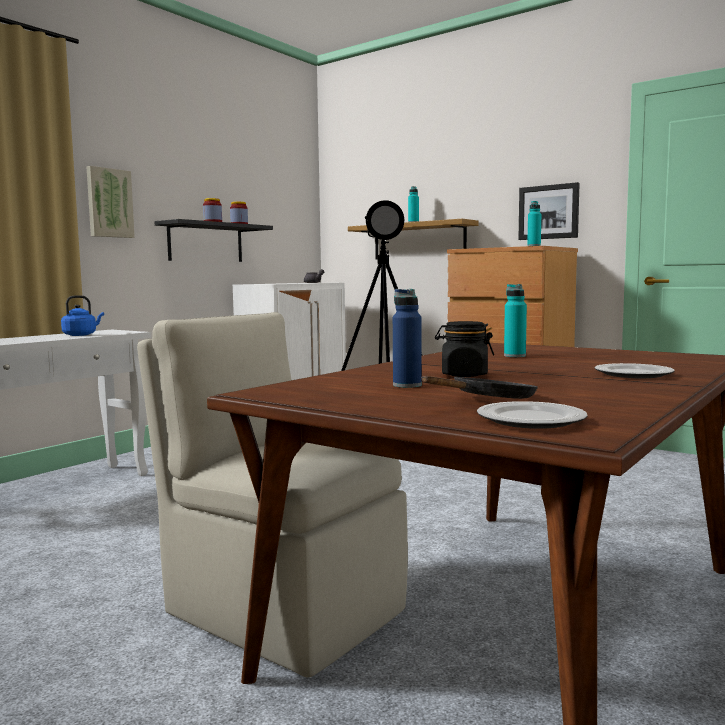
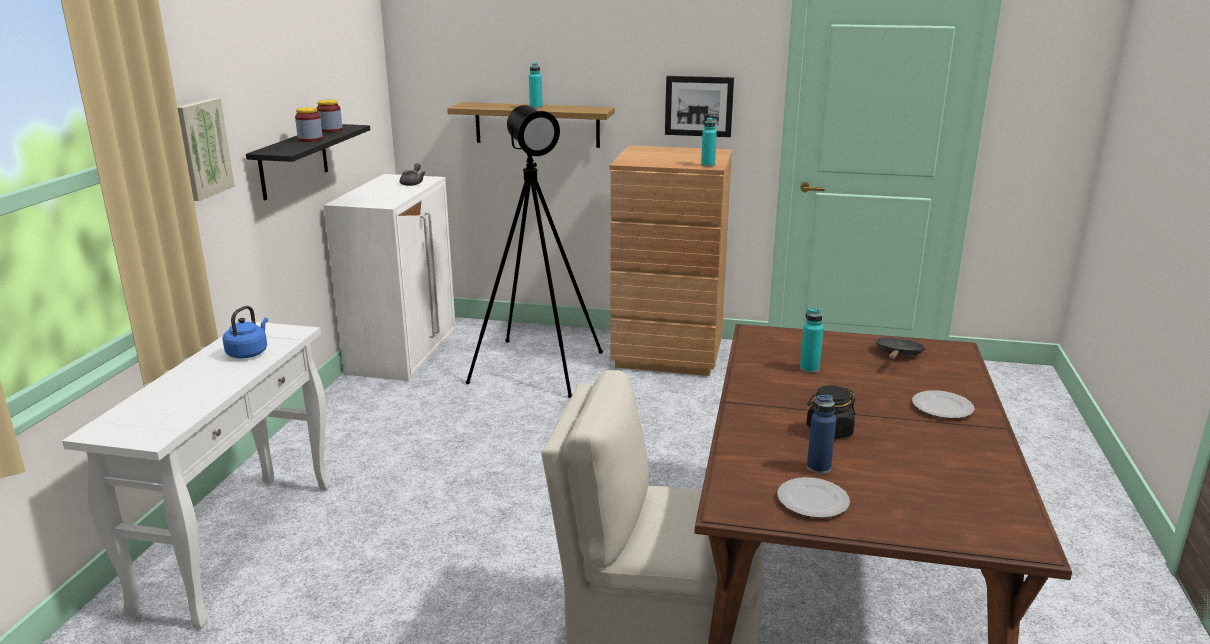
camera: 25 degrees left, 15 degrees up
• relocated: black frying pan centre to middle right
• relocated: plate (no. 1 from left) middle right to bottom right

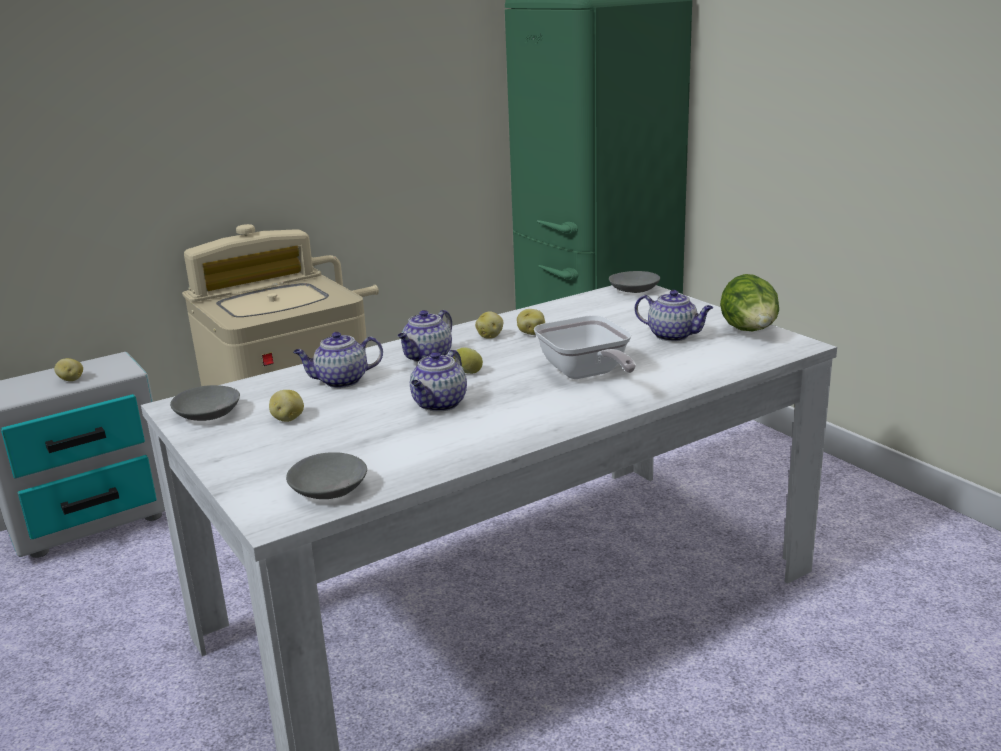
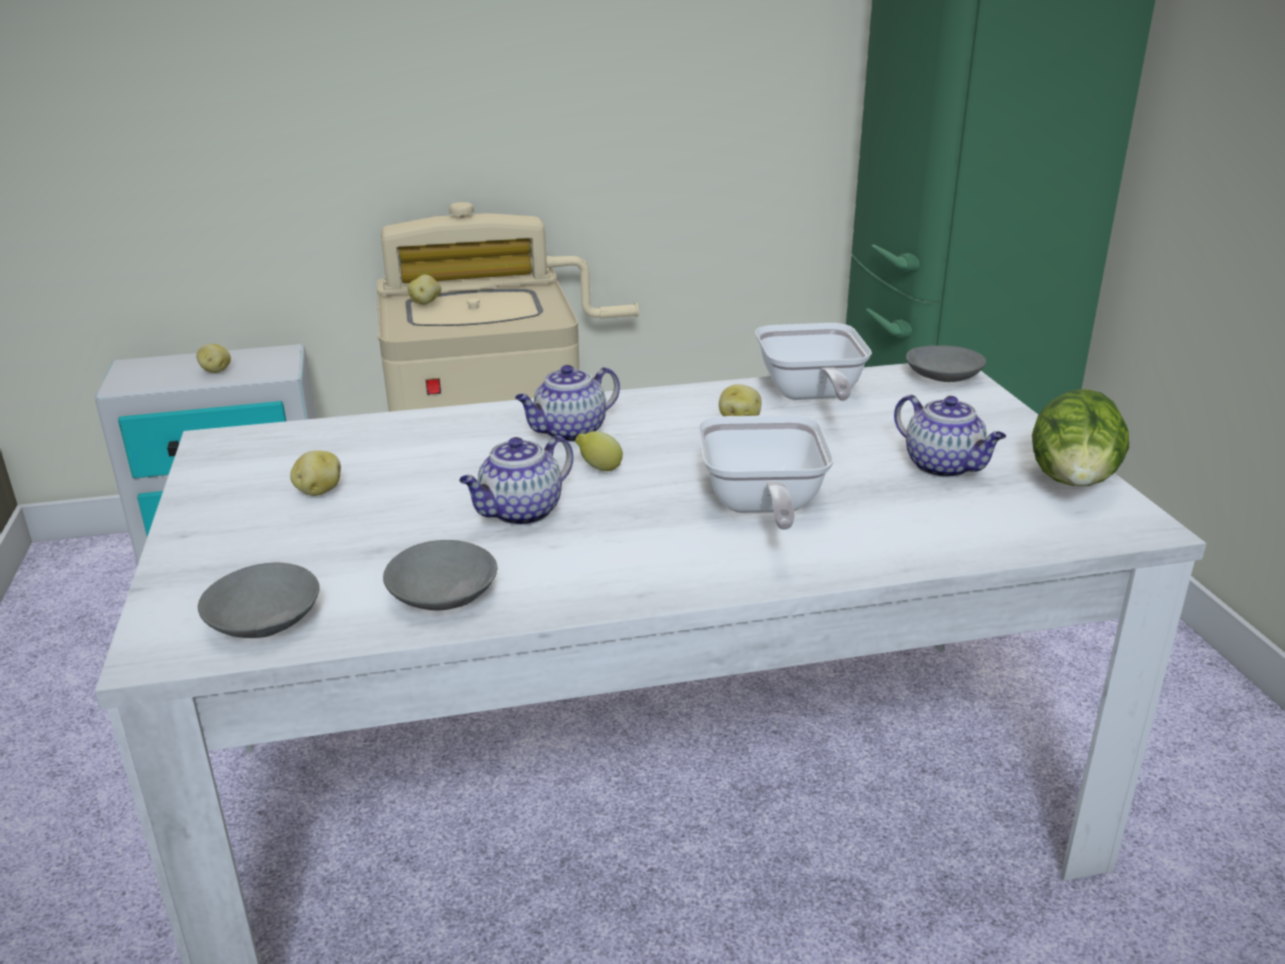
camera: 20 degrees right, 5 degrees up
• relocated: grey bowl (no. 1 from left in the first image) middle left to grey bowl (no. 2 from left) centre
• missing: teapot (no. 1 from left) centre
• relocated: potato (no. 3 from left) centre to top left
• appeared: frying pan (no. 2 from left) centre

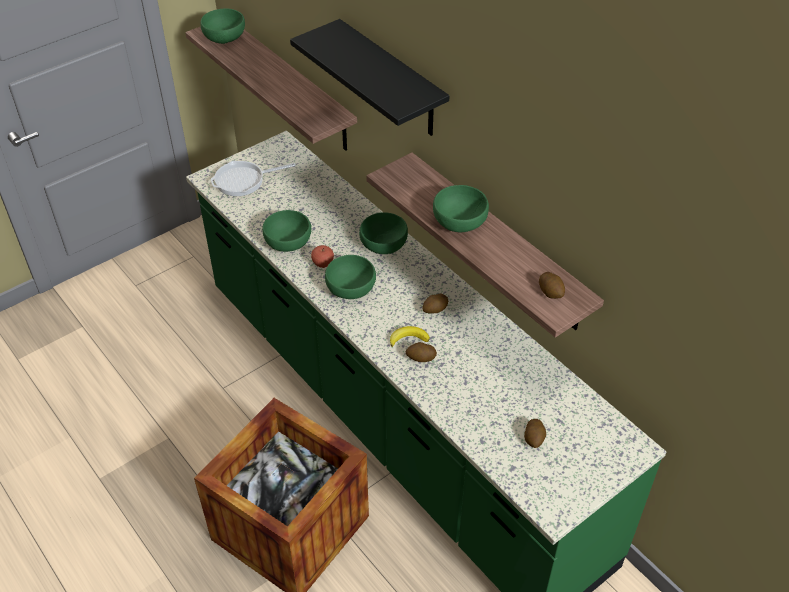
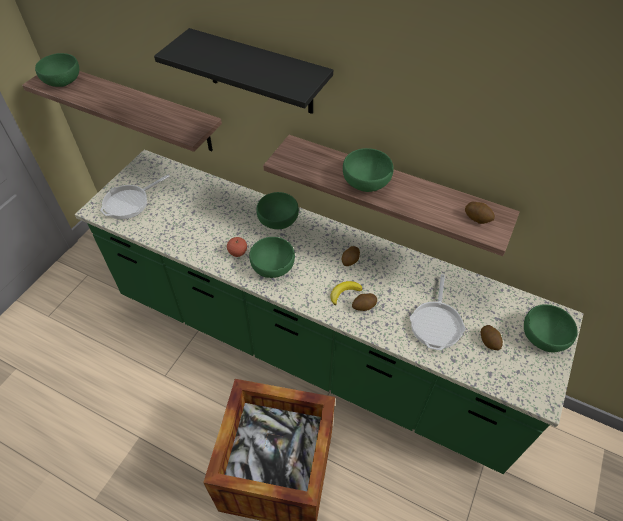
camera: 25 degrees left, 5 degrees up
• relocated: green bowl (no. 2 from left in the first image) centre to green bowl (no. 5 from left) middle right
• appeared: frying pan (no. 2 from left) middle right

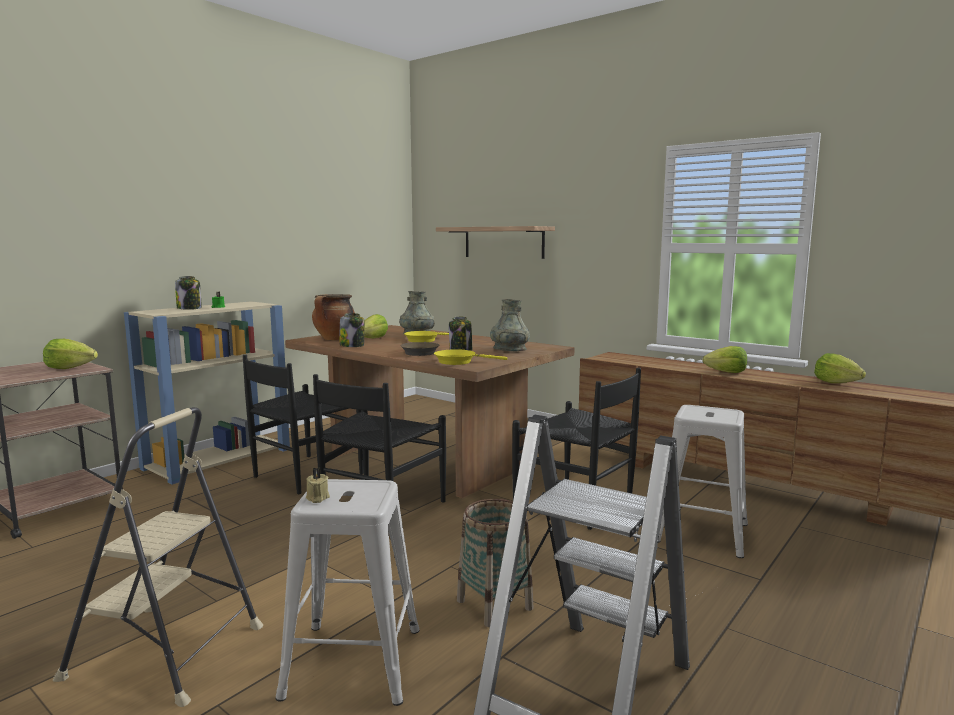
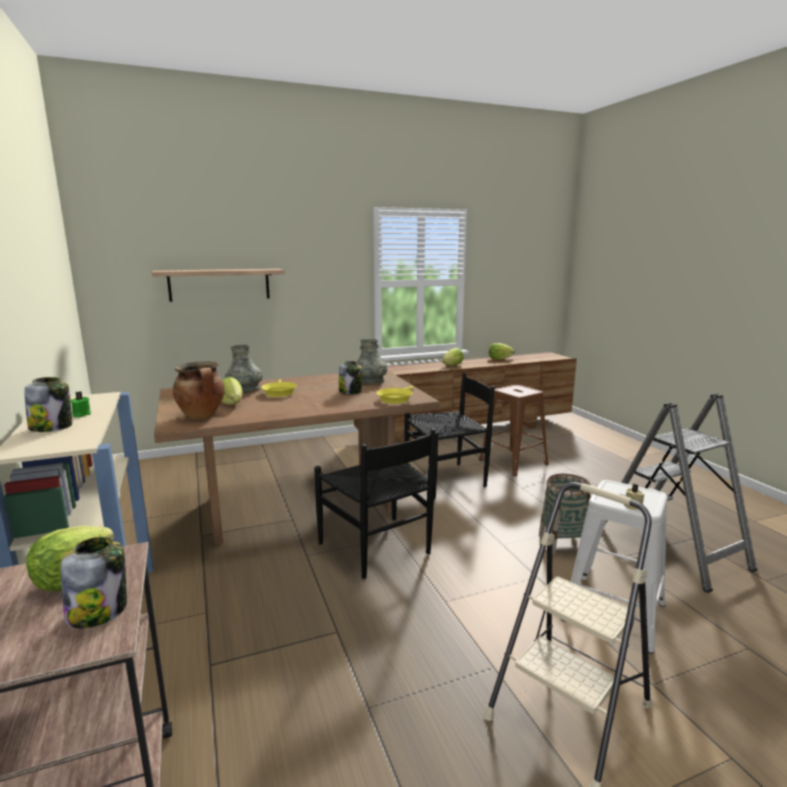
camera: 60 degrees left, 5 degrees up
• missing: black chair (no. 1 from left) middle left
• relocated: jar (no. 2 from left) centre to bottom left
• missing: brown frying pan centre
• colour: white stool (no. 2 from left) bottom right to brown stool centre

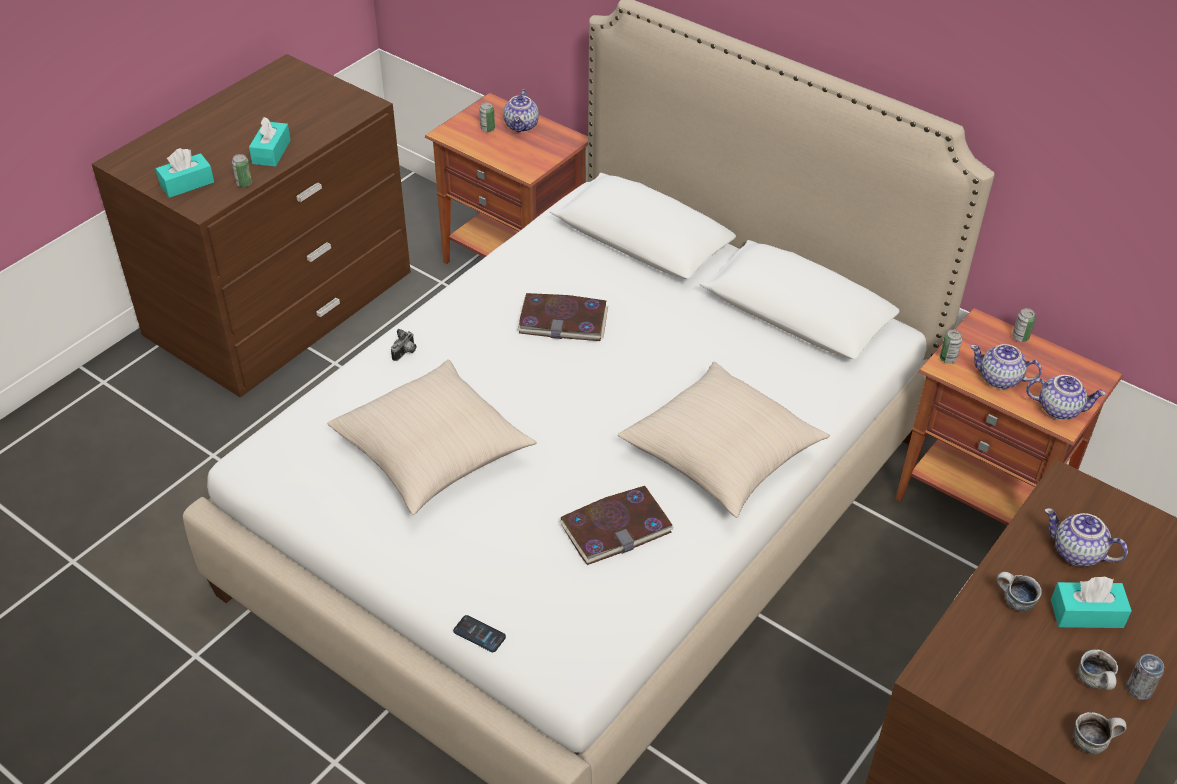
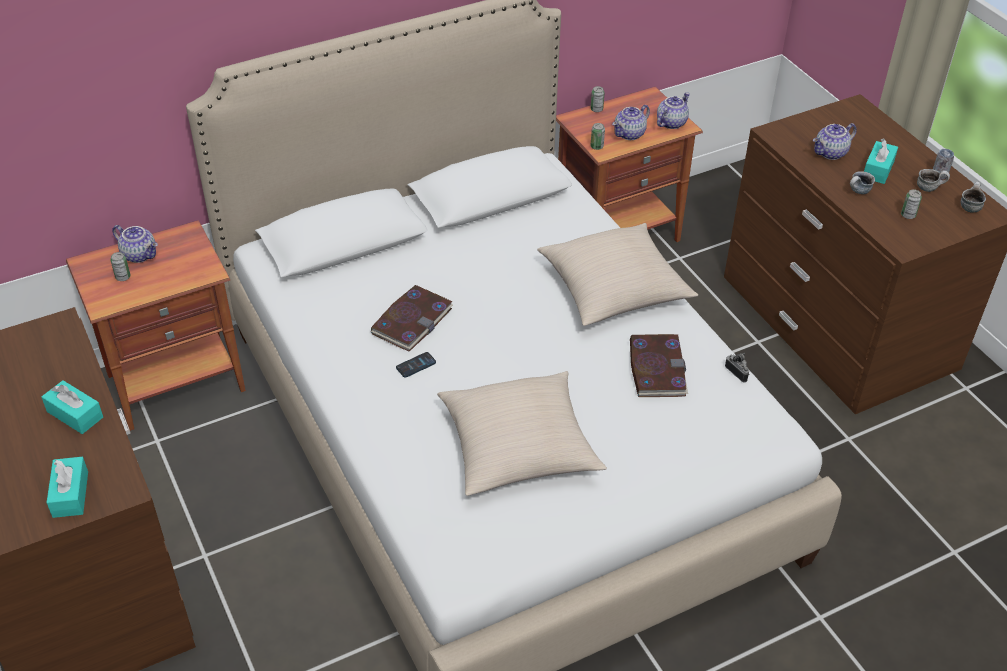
camera: 65 degrees left, 0 degrees up
• relocated: can (no. 1 from left in the first image) top left to can (no. 4 from left) top right
• relocated: photo camera centre to middle right
• relocated: phone bottom centre to centre

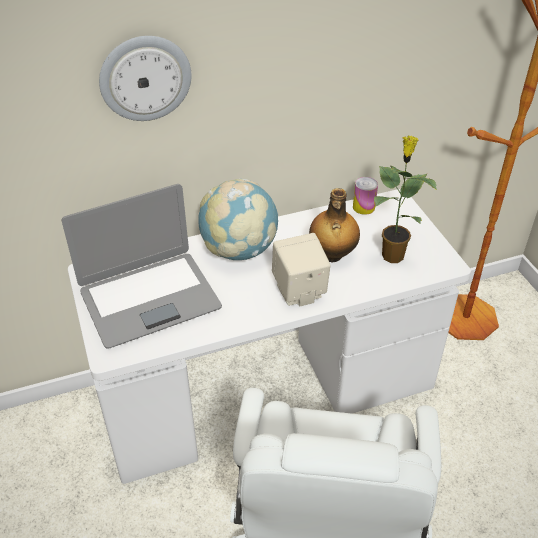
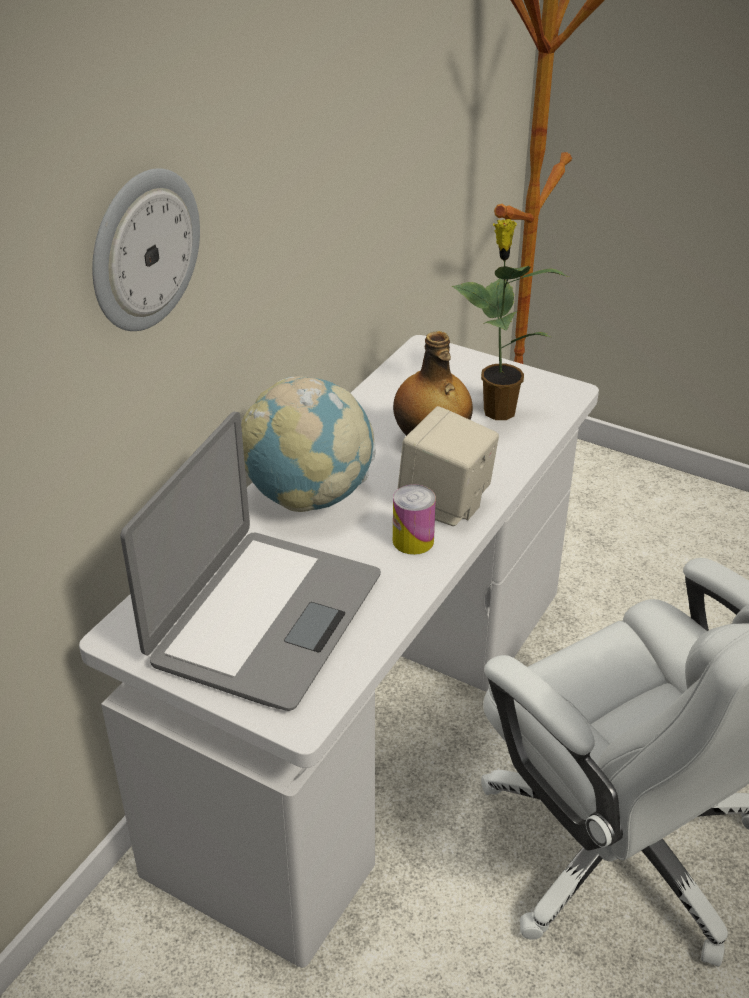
camera: 40 degrees left, 5 degrees down
• relocated: can middle right to centre

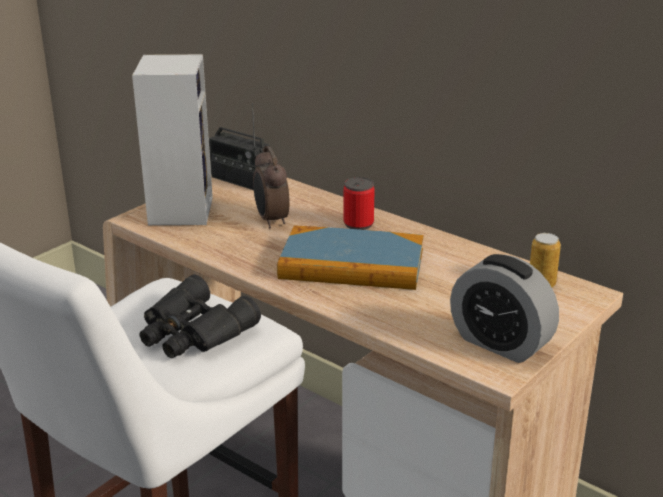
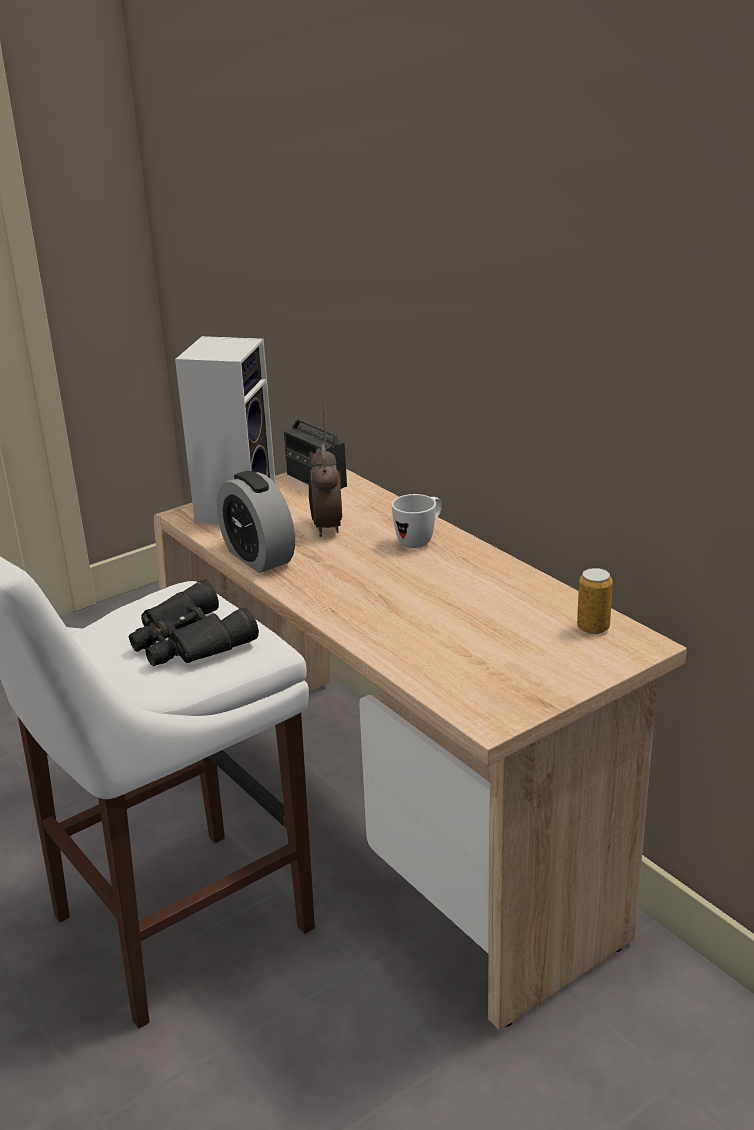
camera: 15 degrees right, 0 degrees up
• missing: book centre
• exchanged: can (no. 1 from left) centre to white mug centre
• relocated: alarm clock (no. 2 from left in the first image) middle right to alarm clock (no. 1 from left) centre

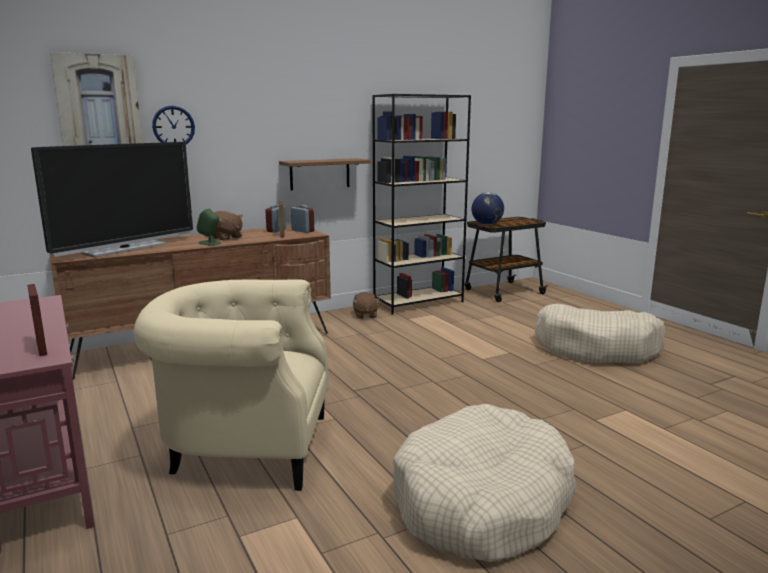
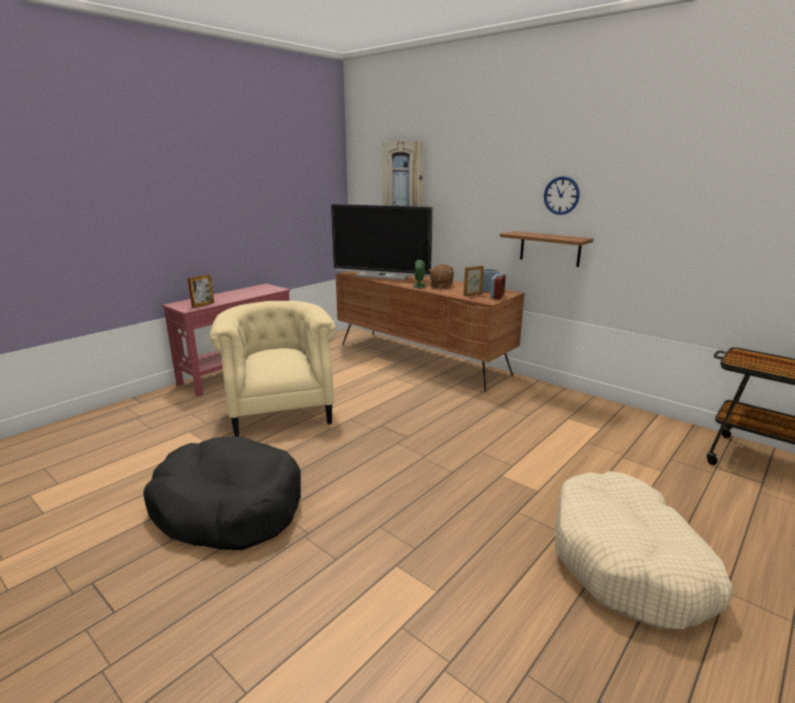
camera: 70 degrees right, 5 degrees up
• relocated: wall clock top left to top right
• missing: brown plush toy (no. 2 from left) centre
• missing: beige bookcase centre
• colour: beige dog bed (no. 1 from left) bottom centre to black dog bed bottom left
• missing: globe centre

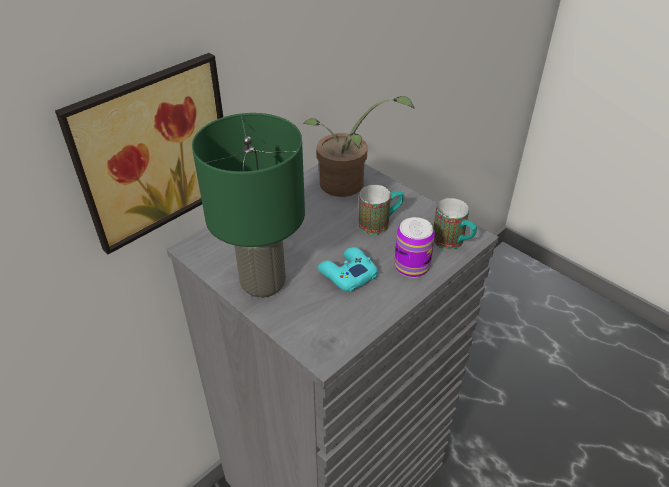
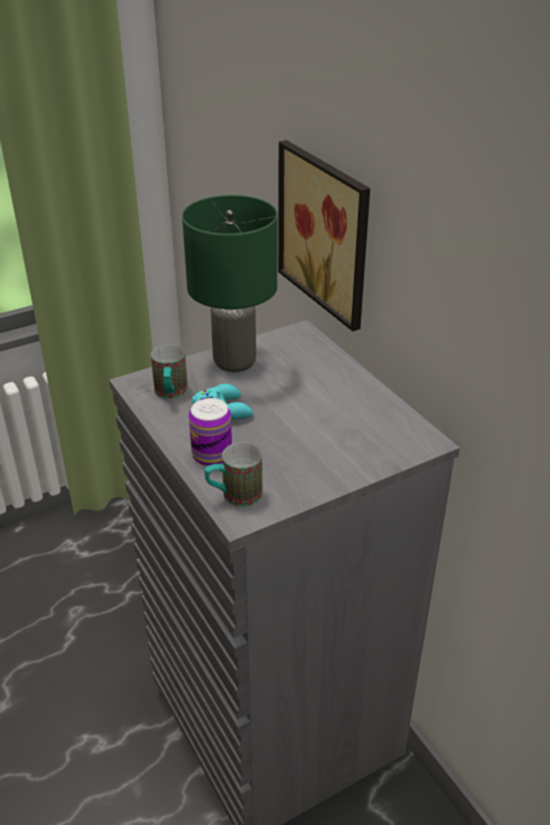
camera: 105 degrees right, 5 degrees down
• missing: potted plant top centre
• relocated: mug (no. 1 from left) centre to middle left

